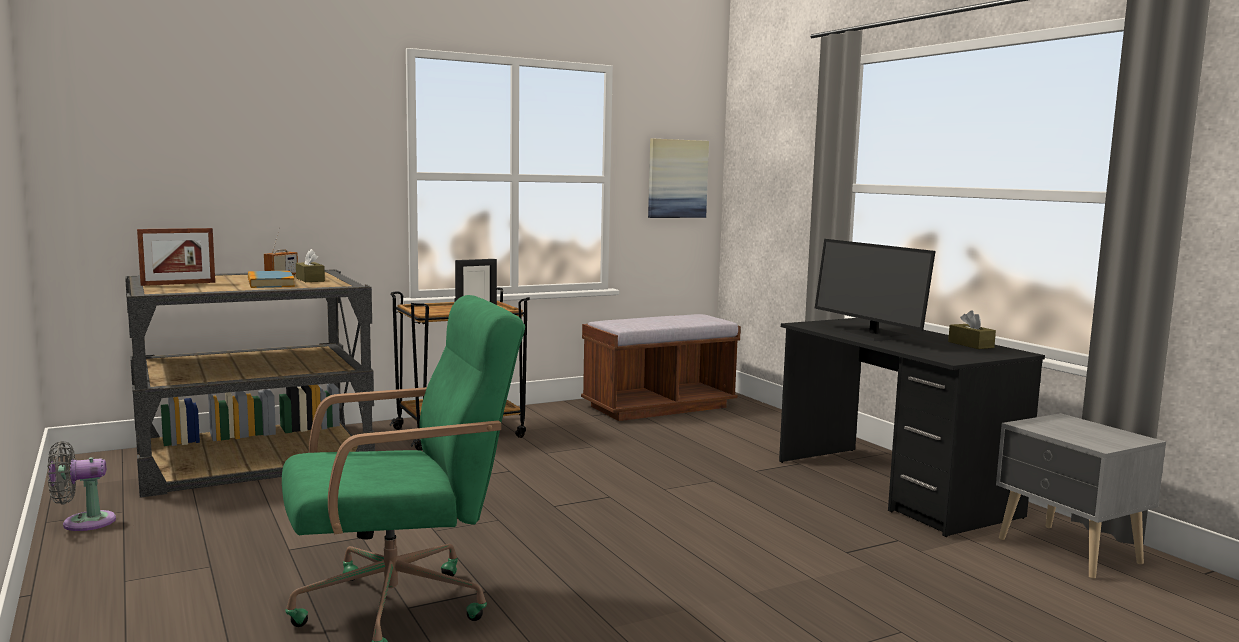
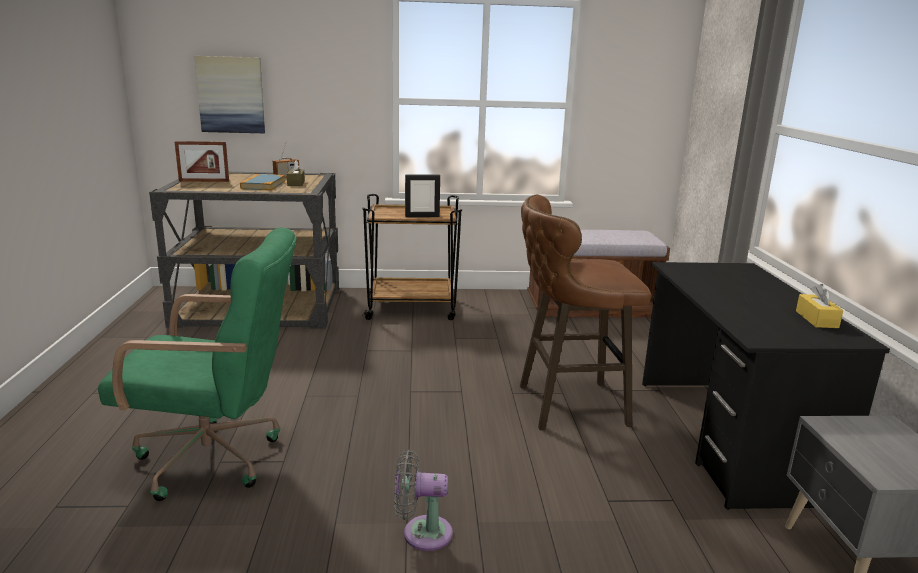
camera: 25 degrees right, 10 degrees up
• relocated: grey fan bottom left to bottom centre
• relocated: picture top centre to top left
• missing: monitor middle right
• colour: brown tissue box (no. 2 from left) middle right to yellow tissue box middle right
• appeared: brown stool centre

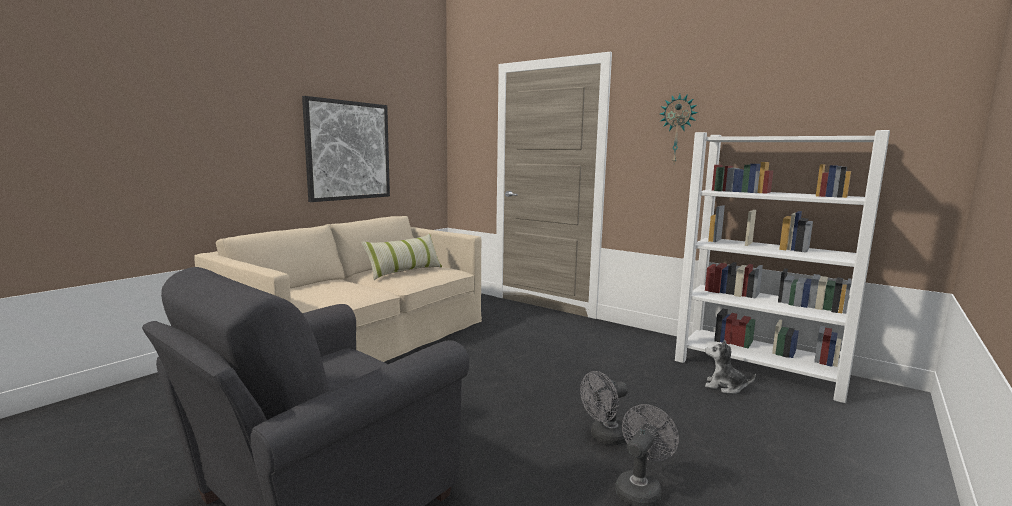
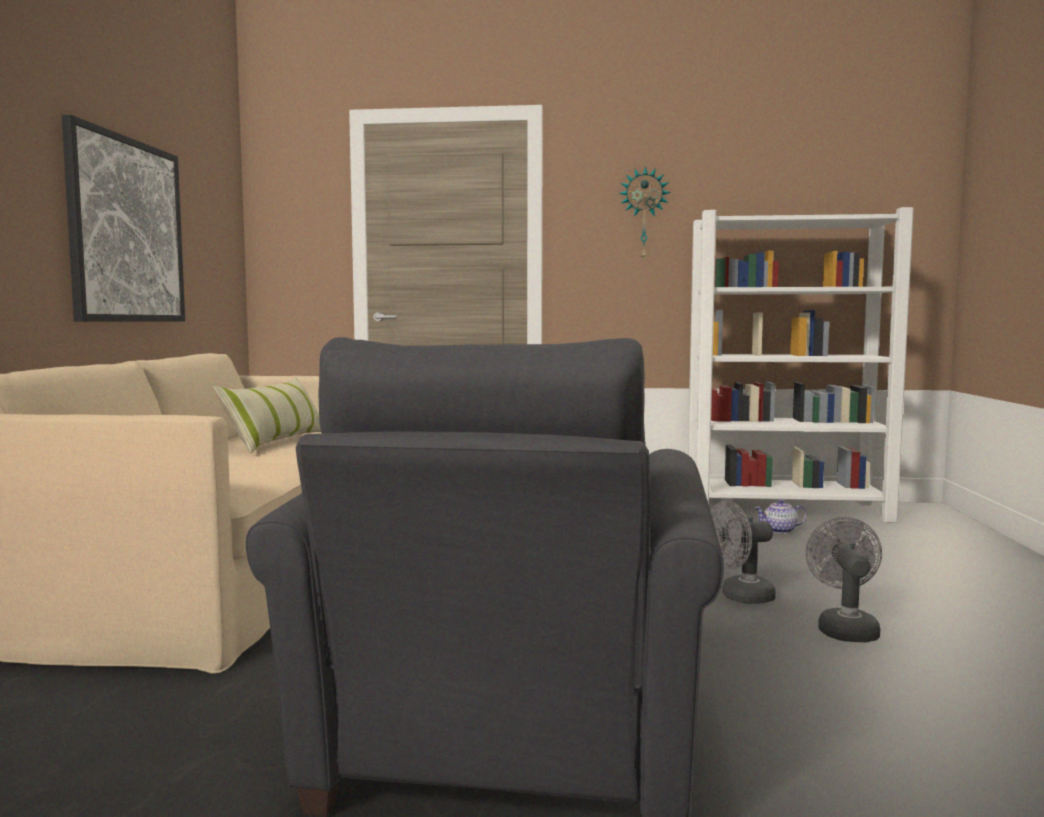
camera: 30 degrees left, 5 degrees down
• spun: grey fan (no. 1 from left) bottom centre = bottom right 45 degrees clockwise
• exchanged: plush toy bottom right to teapot middle right

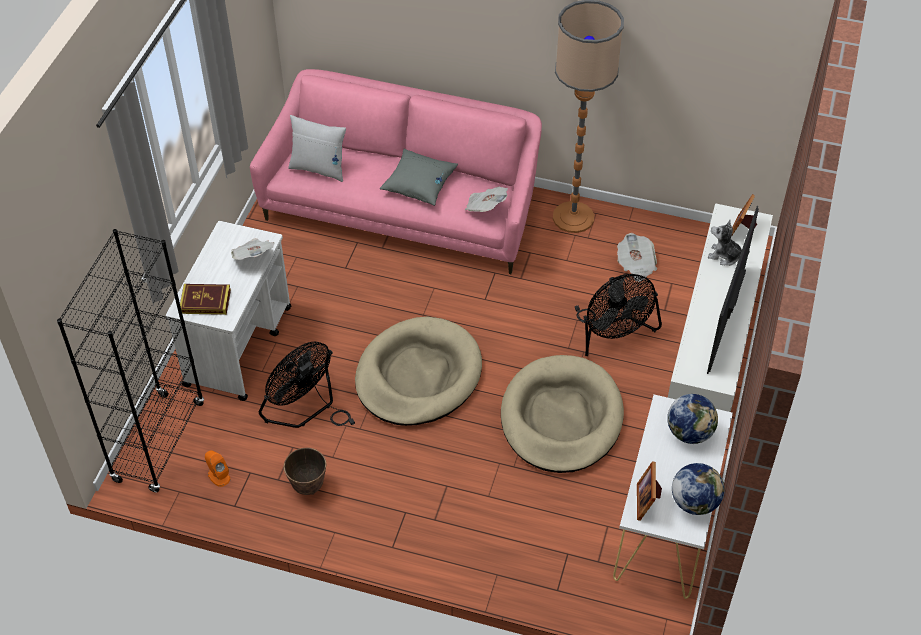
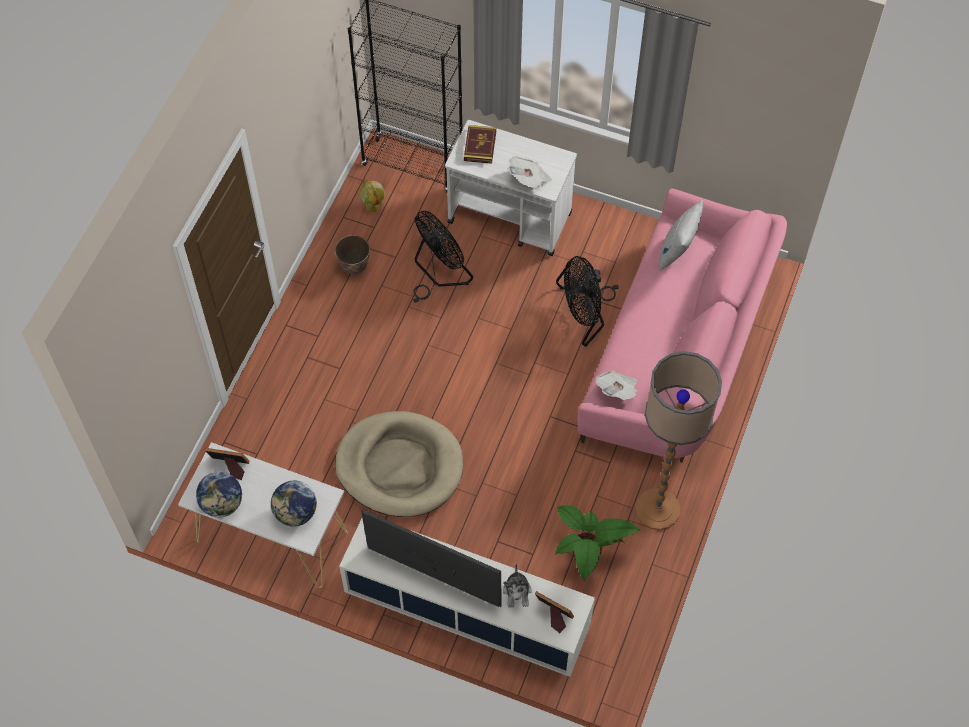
camera: 95 degrees right, 10 degrees up
• exchanged: orange speaker bottom left to globe (no. 3 from left) top centre
• missing: beige dog bed (no. 1 from left) centre
• missing: grey pillow (no. 2 from left) top centre
• relocated: black fan (no. 2 from left) middle right to centre
• exchanged: newspaper (no. 3 from left) middle right to potted plant bottom centre
• spun: plush toy middle right = bottom centre 150 degrees clockwise

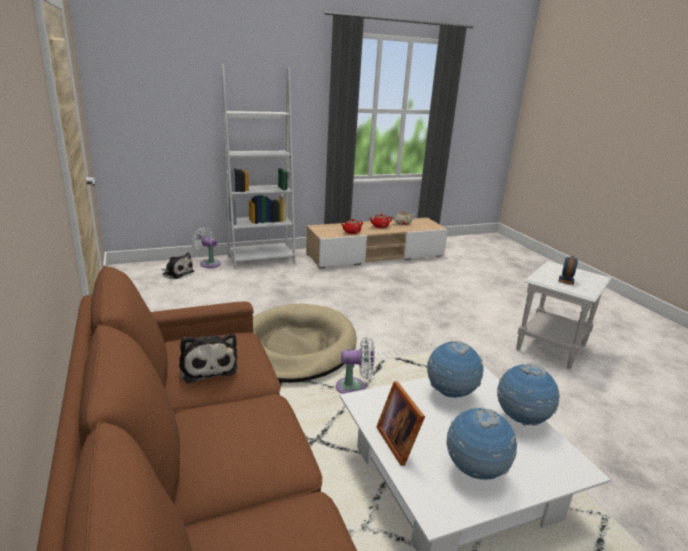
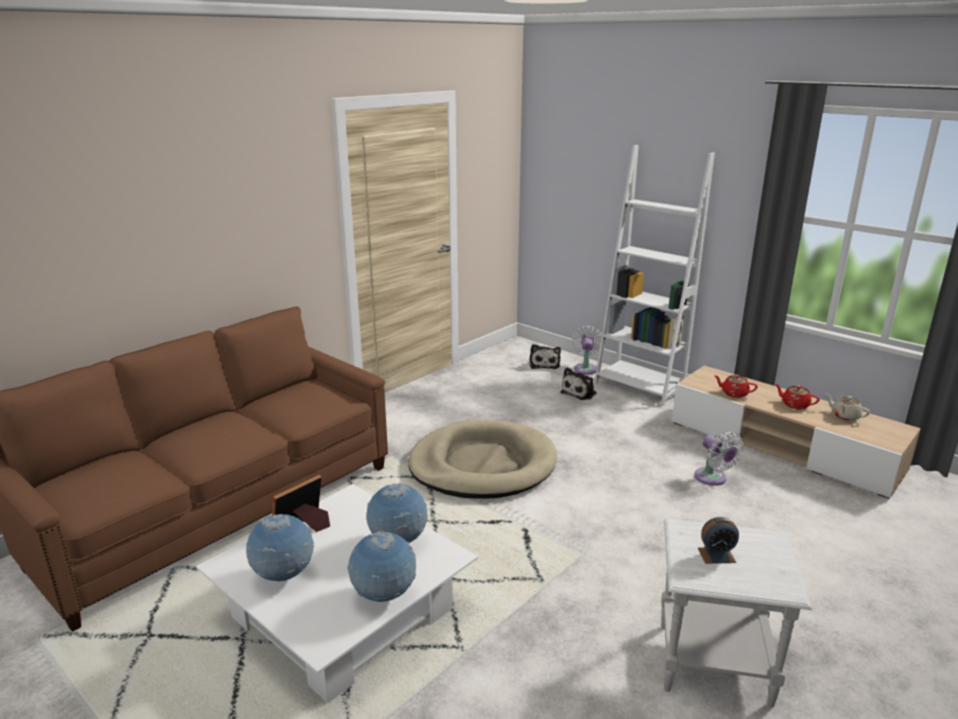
camera: 65 degrees right, 0 degrees up
• relocated: plush toy (no. 2 from left) middle left to centre
• relocated: white fan (no. 2 from left) centre to middle right

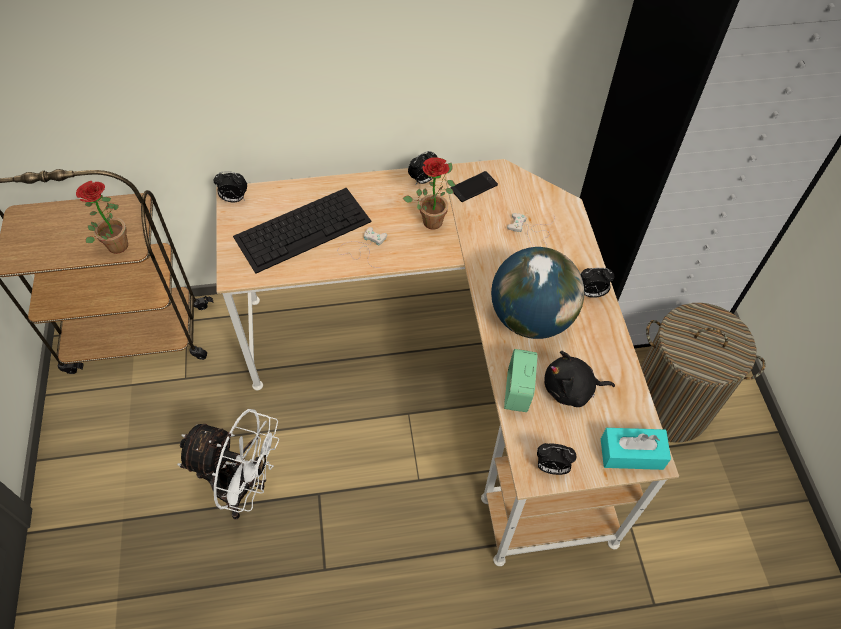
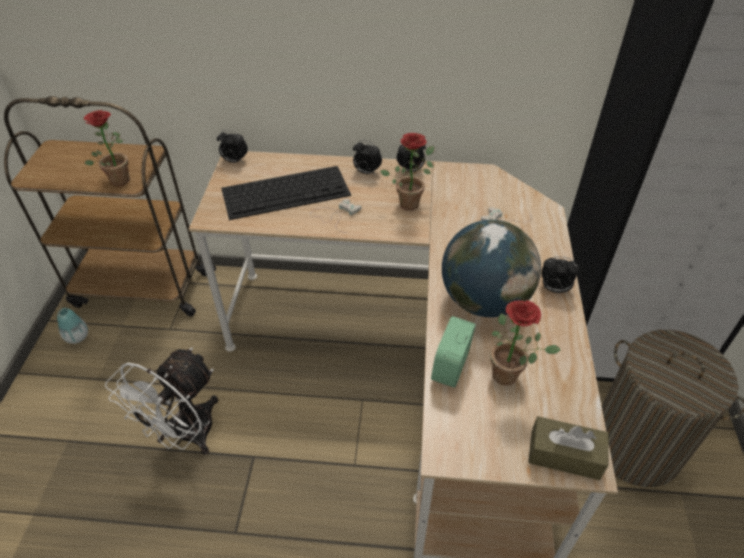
camera: 15 degrees right, 10 degrees down
• spun: white fan bottom left = bottom left 90 degrees clockwise
• missing: phone top centre
• relocated: alarm clock (no. 4 from left in the first image) bottom centre to alarm clock (no. 2 from left) top centre
• exchanged: black plush toy middle right to potted plant (no. 3 from left) middle right
• colour: turquoise tissue box bottom right to brown tissue box bottom right
• appeared: vase middle left

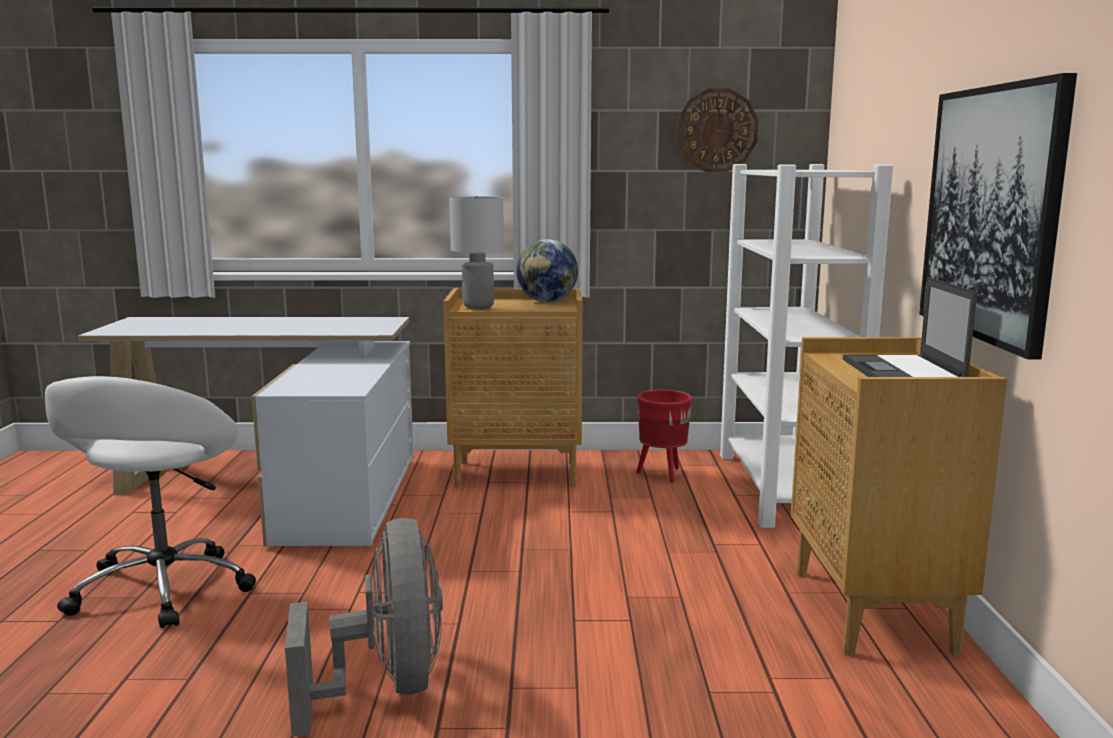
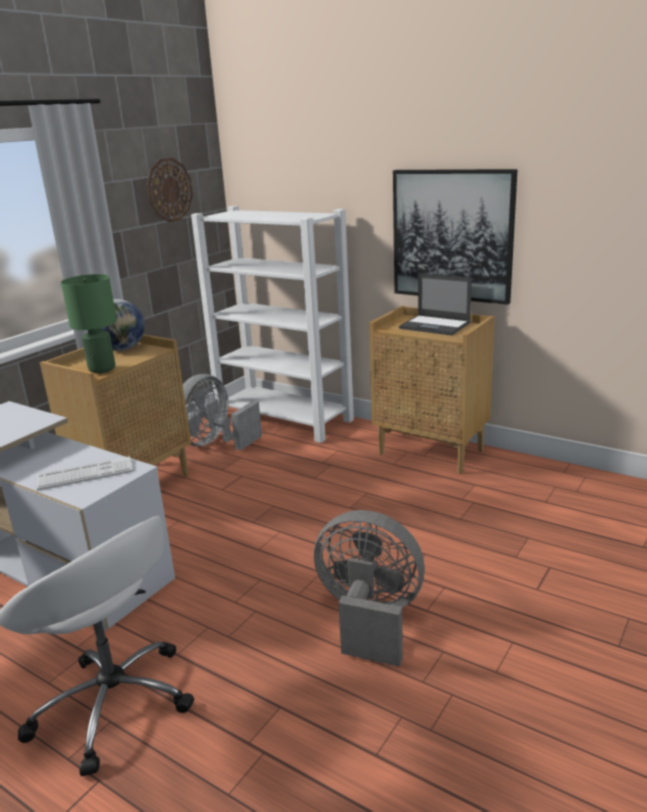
camera: 55 degrees left, 10 degrees up
• colour: grey table lamp centre to green table lamp middle left
• exchanged: red planter centre to grey fan (no. 1 from left) centre
• appeared: keyboard middle left

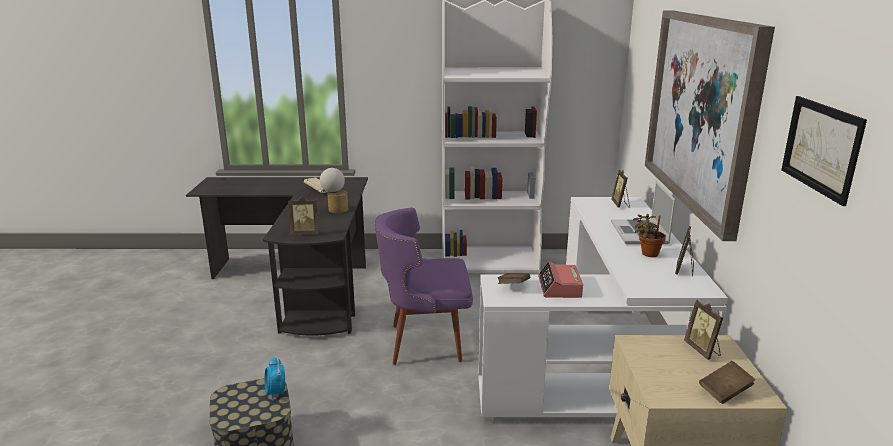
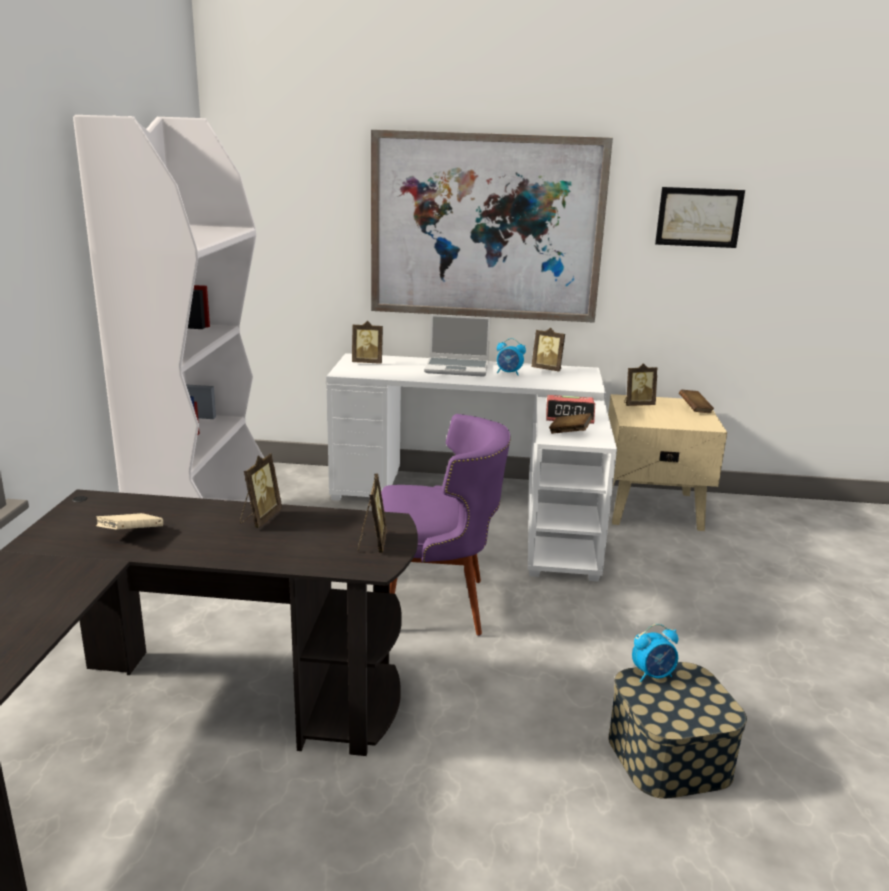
camera: 85 degrees left, 0 degrees up
• exchanged: table lamp centre to picture frame (no. 1 from left) middle left
• spun: purple chair centre = centre 90 degrees counterclockwise
• exchanged: potted plant middle right to alarm clock (no. 1 from left) centre

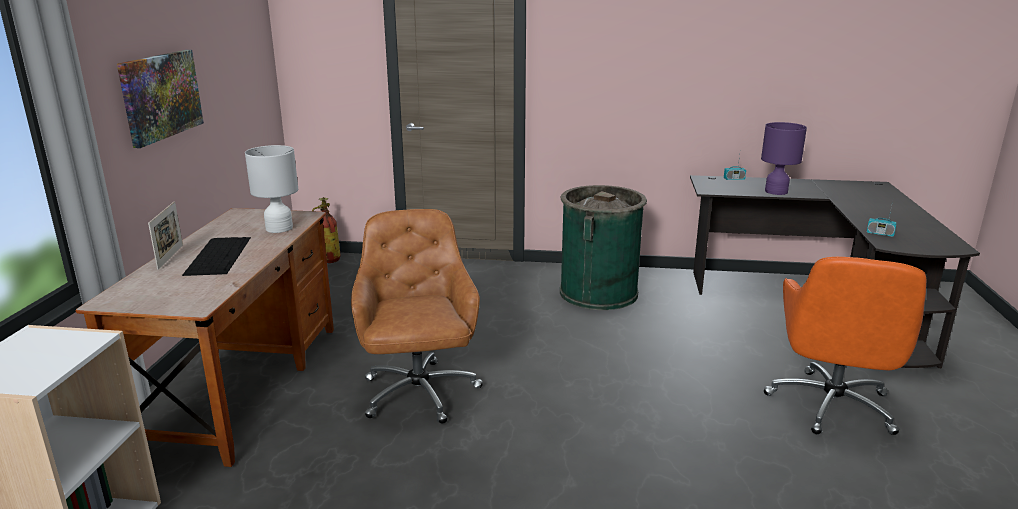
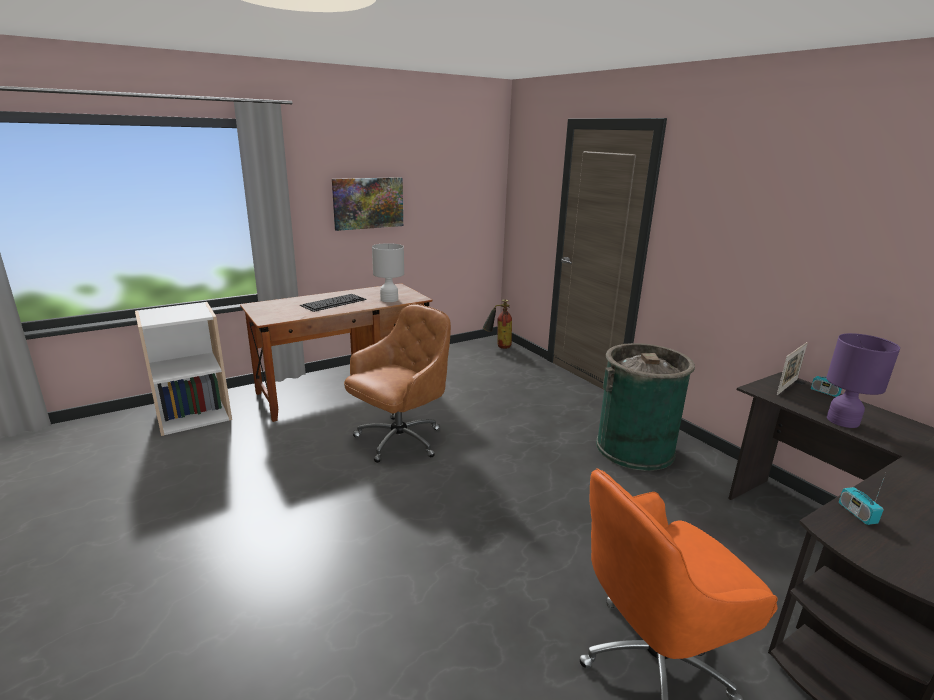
camera: 50 degrees right, 0 degrees up
• relocated: picture frame middle left to middle right

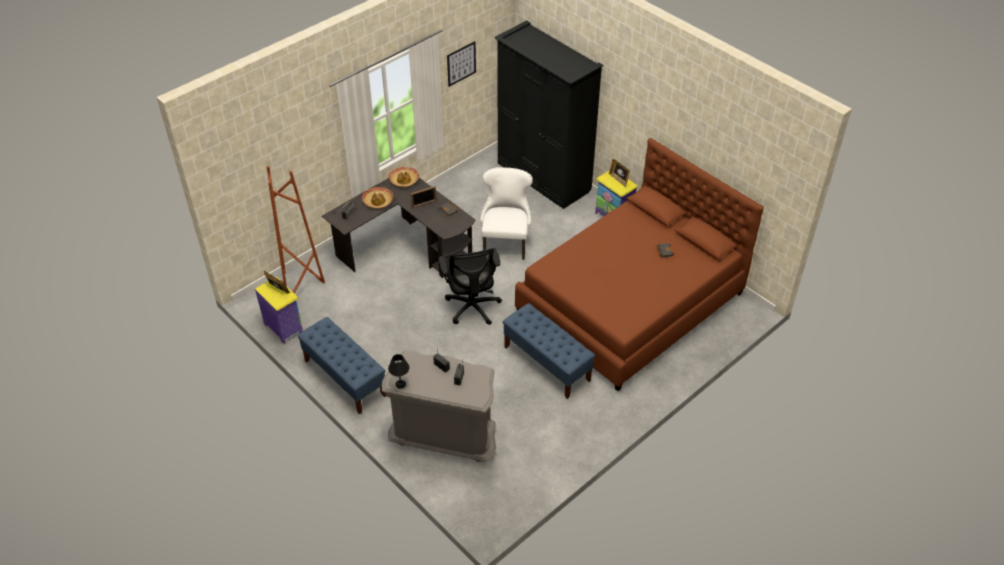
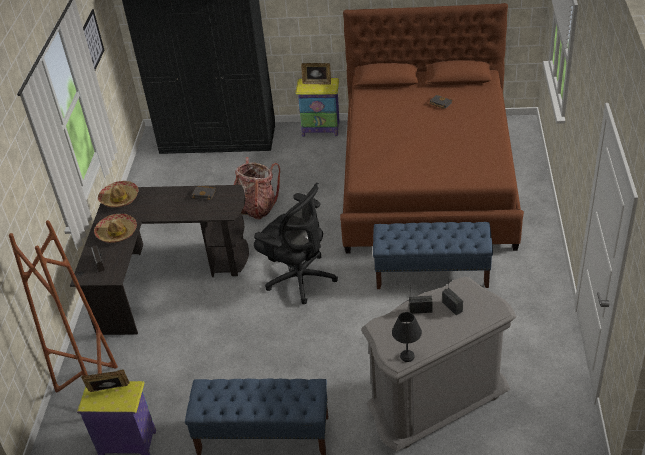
camera: 40 degrees left, 5 degrees down
• missing: picture frame (no. 2 from left) centre
• exchanged: white chair centre to backpack centre

